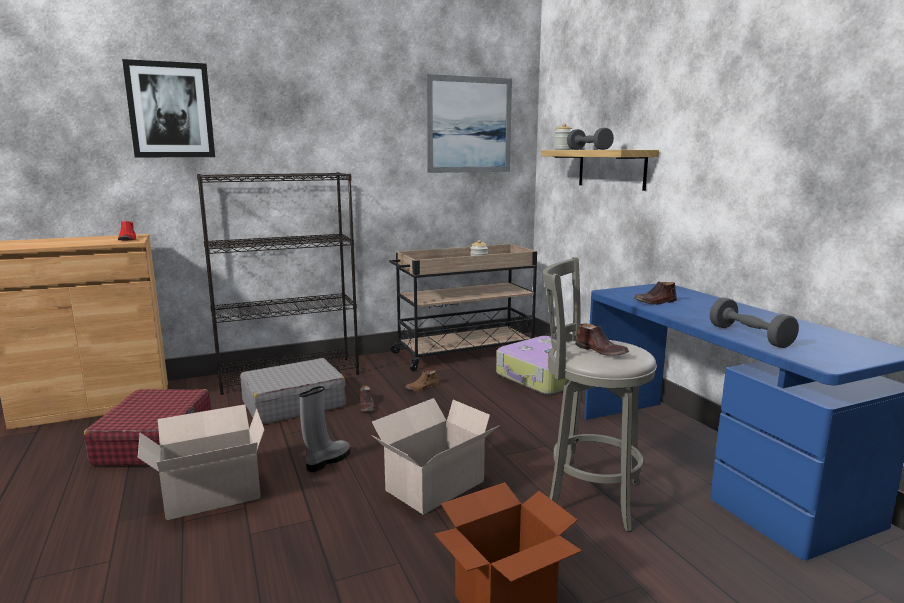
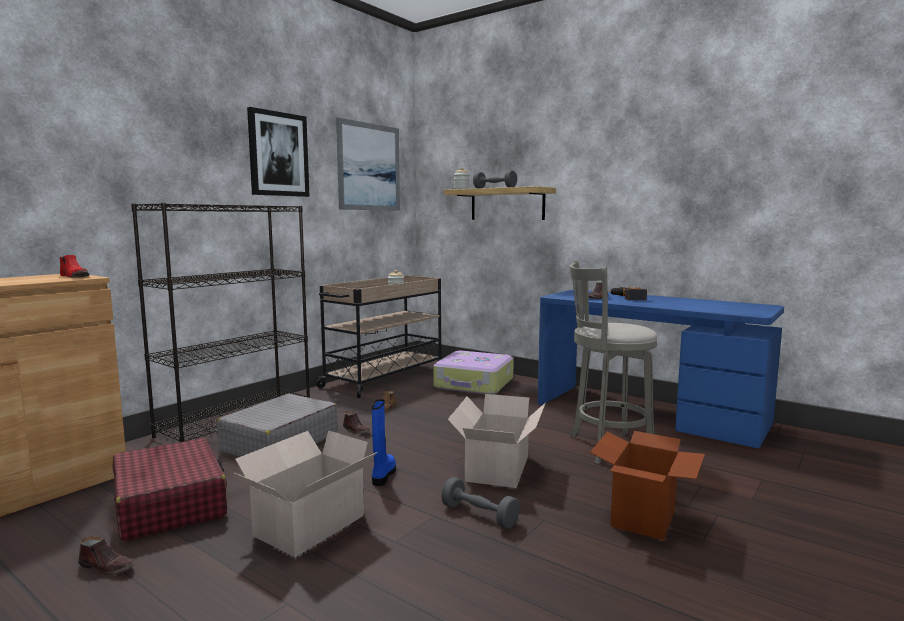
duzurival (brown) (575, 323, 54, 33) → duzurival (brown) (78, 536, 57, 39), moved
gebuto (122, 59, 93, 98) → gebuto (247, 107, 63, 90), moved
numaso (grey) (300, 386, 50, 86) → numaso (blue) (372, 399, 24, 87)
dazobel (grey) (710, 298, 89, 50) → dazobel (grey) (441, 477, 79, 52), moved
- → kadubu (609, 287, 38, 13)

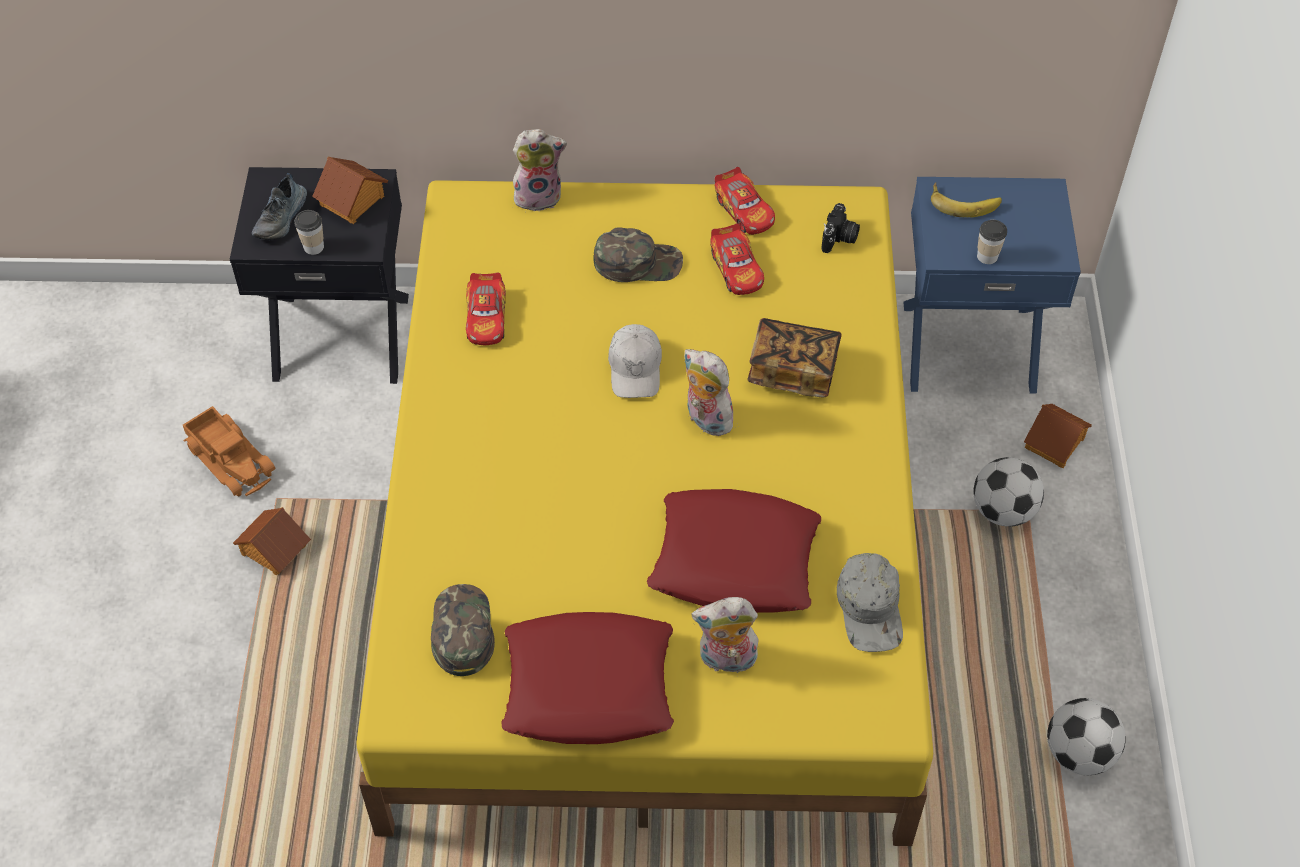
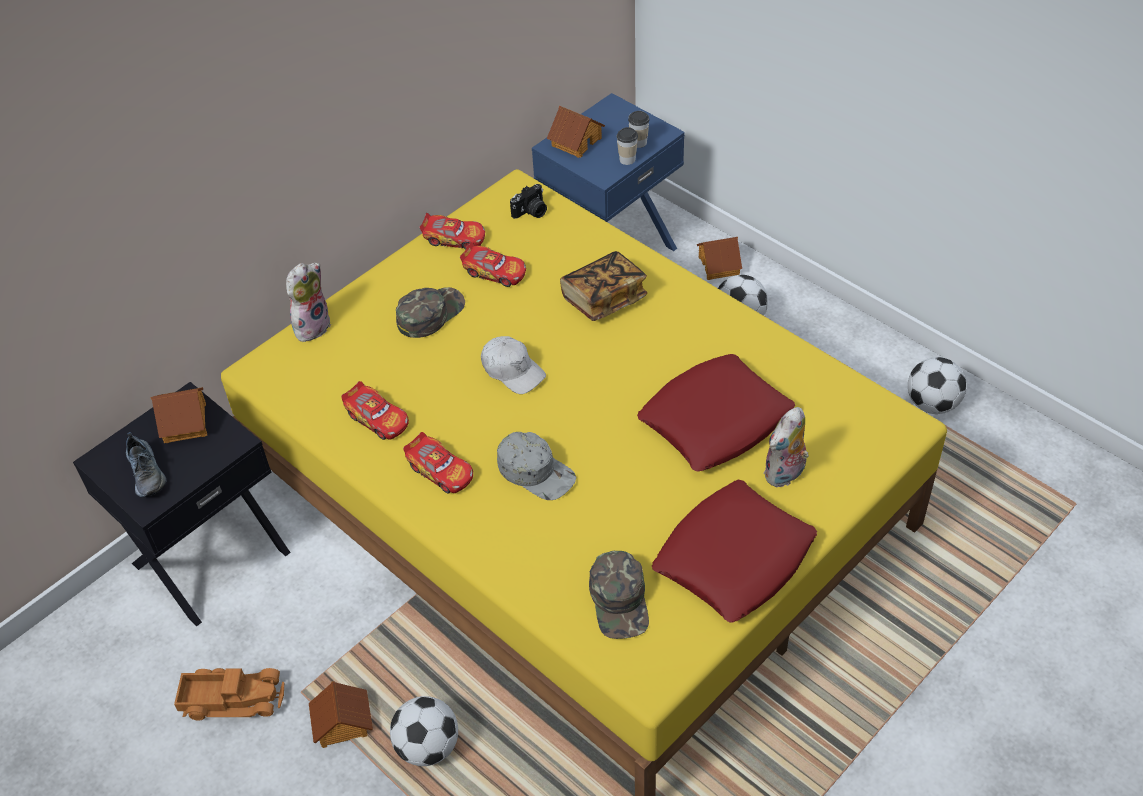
- → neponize (390, 696, 68, 70)
- → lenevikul (403, 432, 70, 61)
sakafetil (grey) (837, 553, 66, 99) → sakafetil (grey) (497, 432, 79, 68), moved
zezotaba (821, 203, 39, 50) → zezotaba (510, 184, 37, 35), 75 degrees clockwise
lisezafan (931, 182, 71, 36) → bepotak (547, 106, 58, 52)
sakafetil (green) (431, 584, 64, 92) → sakafetil (green) (589, 551, 60, 88), 135 degrees counterclockwise
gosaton (294, 210, 30, 45) → gosaton (628, 111, 22, 37), moved
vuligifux (684, 349, 51, 87) → -

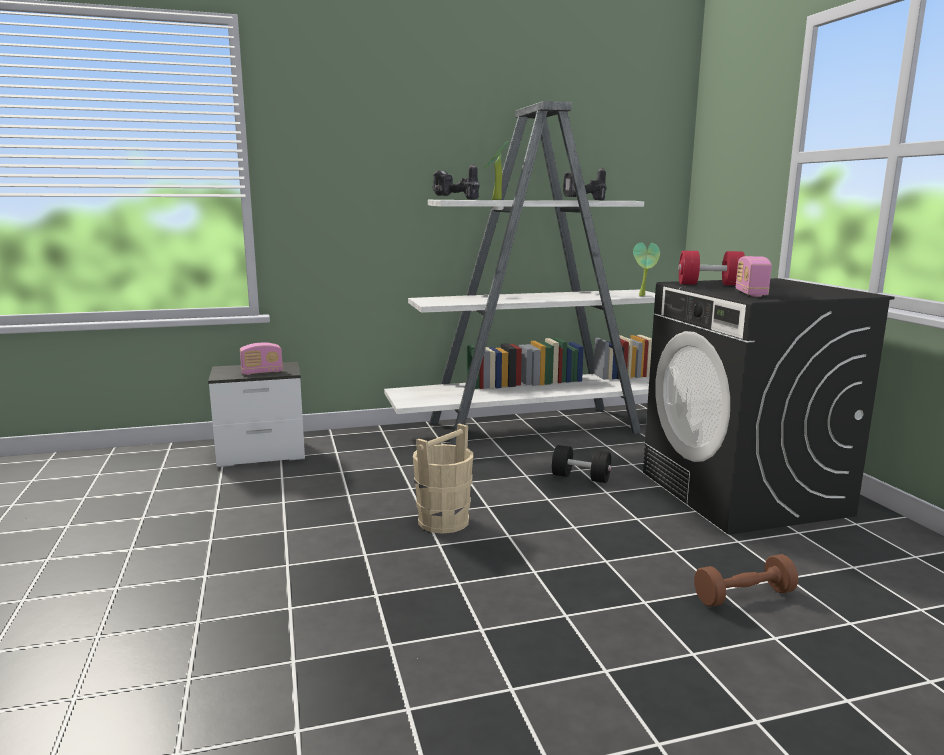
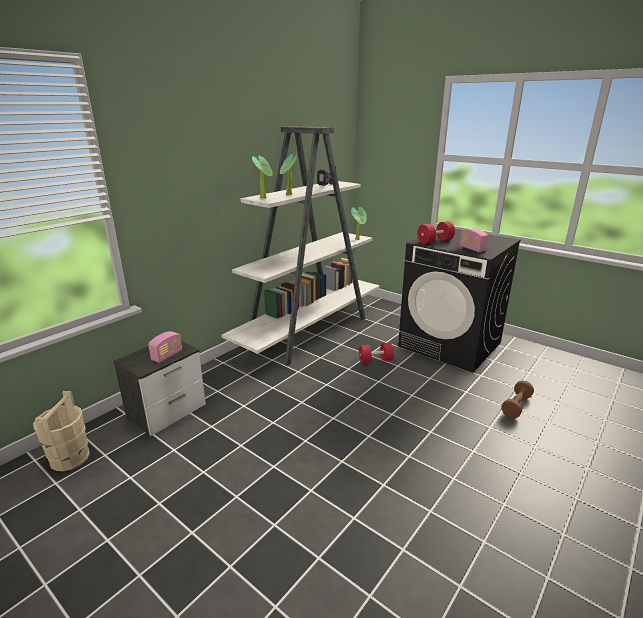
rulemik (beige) (413, 424, 60, 110) → rulemik (beige) (33, 391, 57, 80), moved
kadubu (432, 164, 48, 35) → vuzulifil (252, 156, 21, 43)
dazobel (black) (552, 445, 59, 38) → dazobel (red) (359, 342, 35, 21)

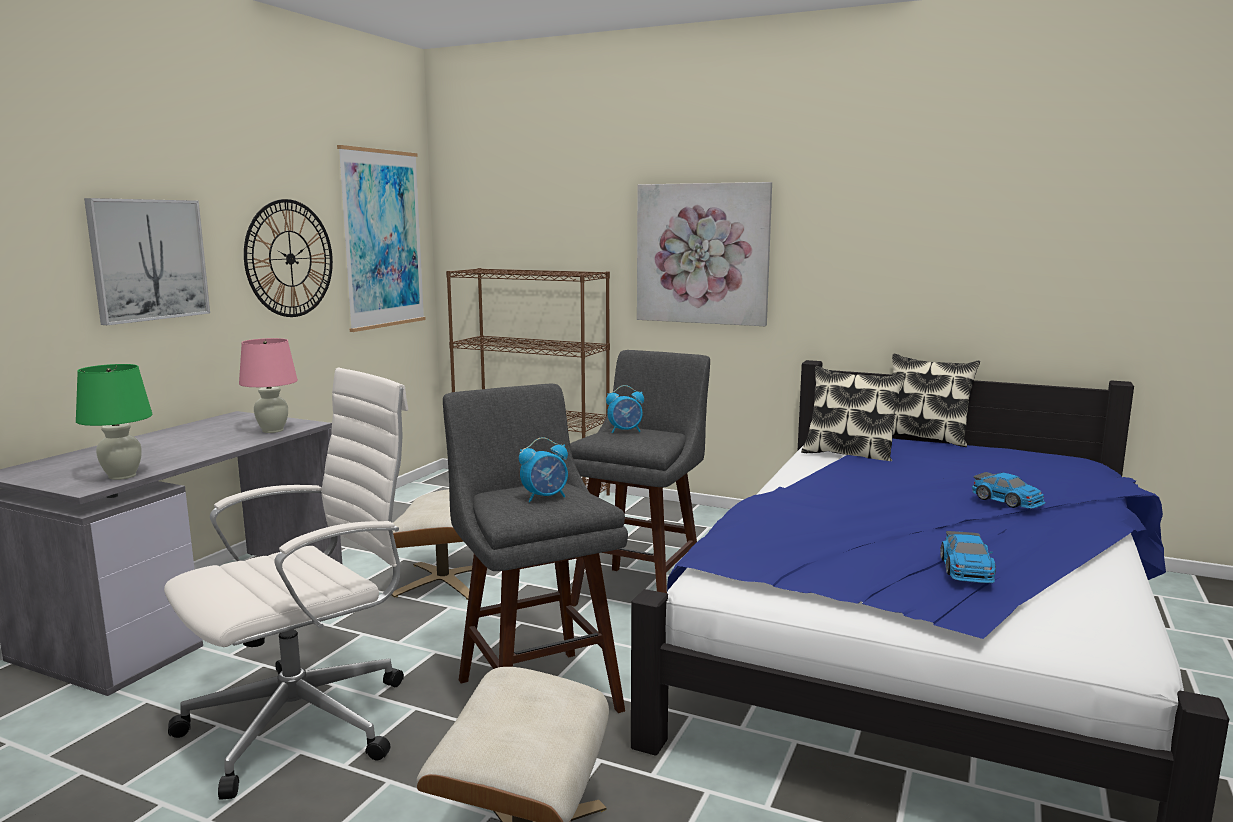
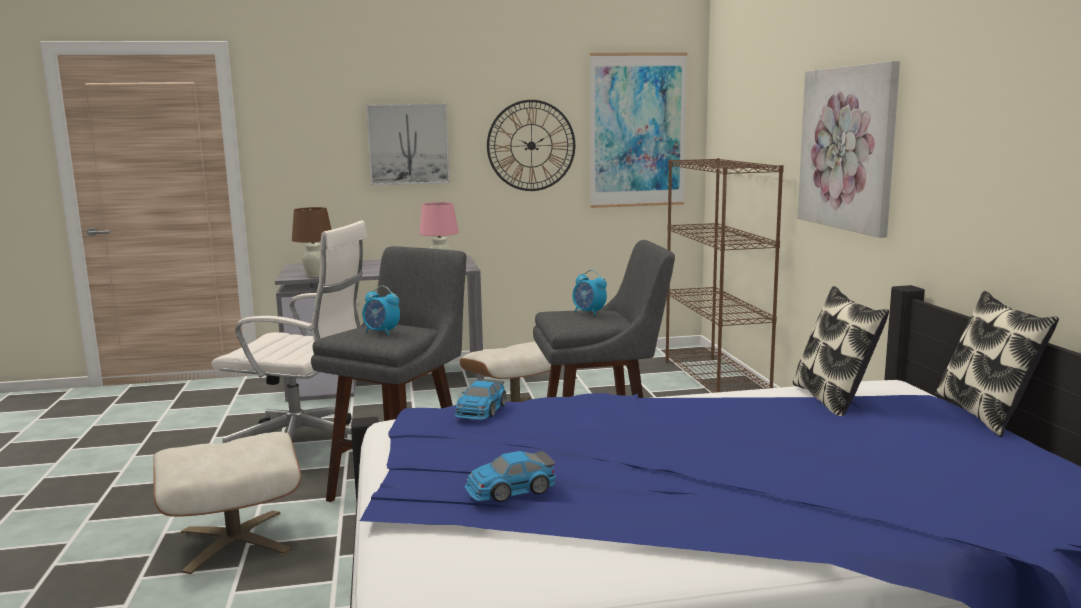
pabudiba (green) (76, 364, 76, 116) → pabudiba (brown) (292, 207, 40, 70)
lenevikul (972, 472, 74, 37) → lenevikul (455, 379, 51, 41), moved

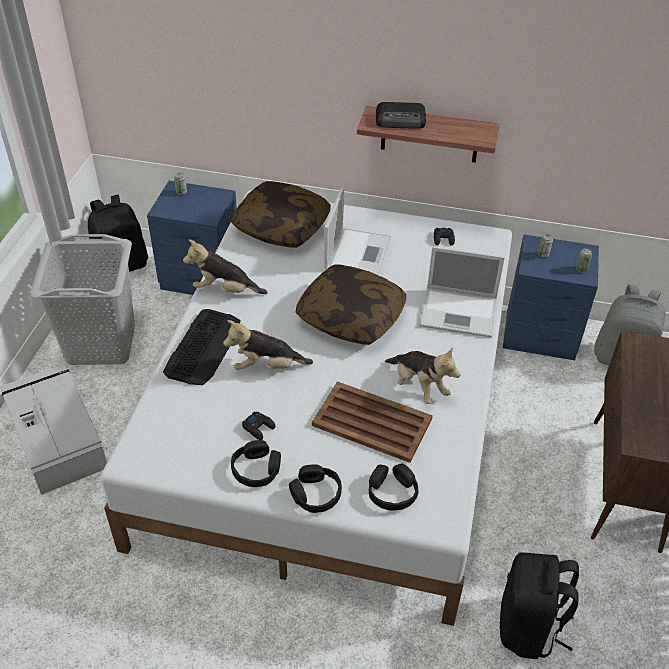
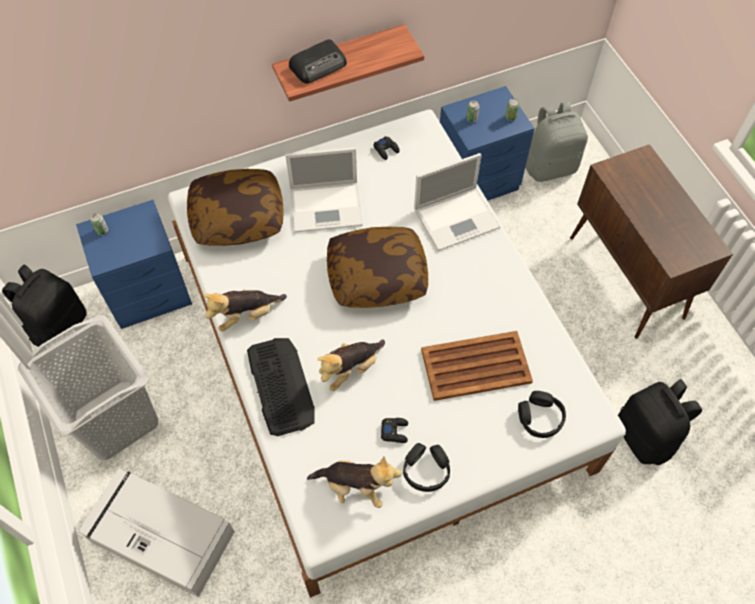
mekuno (324, 188, 67, 87) → mekuno (285, 147, 78, 86), 105 degrees clockwise
vuligifux (385, 347, 76, 57) → vuligifux (307, 456, 95, 52), moved
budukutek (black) (289, 464, 53, 49) → -

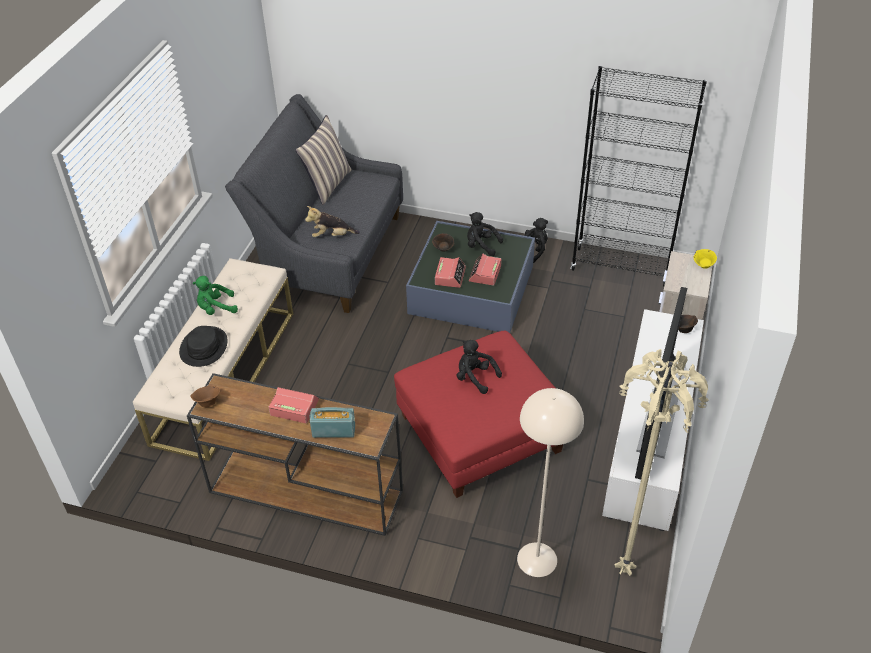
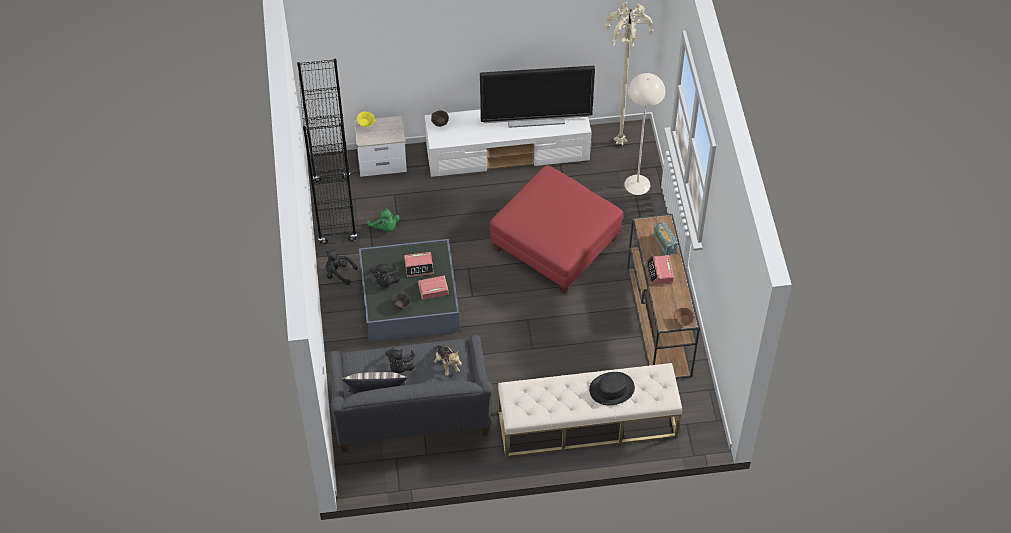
vuligifux (green) (193, 276, 45, 39) → vuligifux (green) (367, 208, 33, 24), moved
vuligifux (black) (457, 340, 45, 54) → vuligifux (black) (386, 347, 29, 26), moved

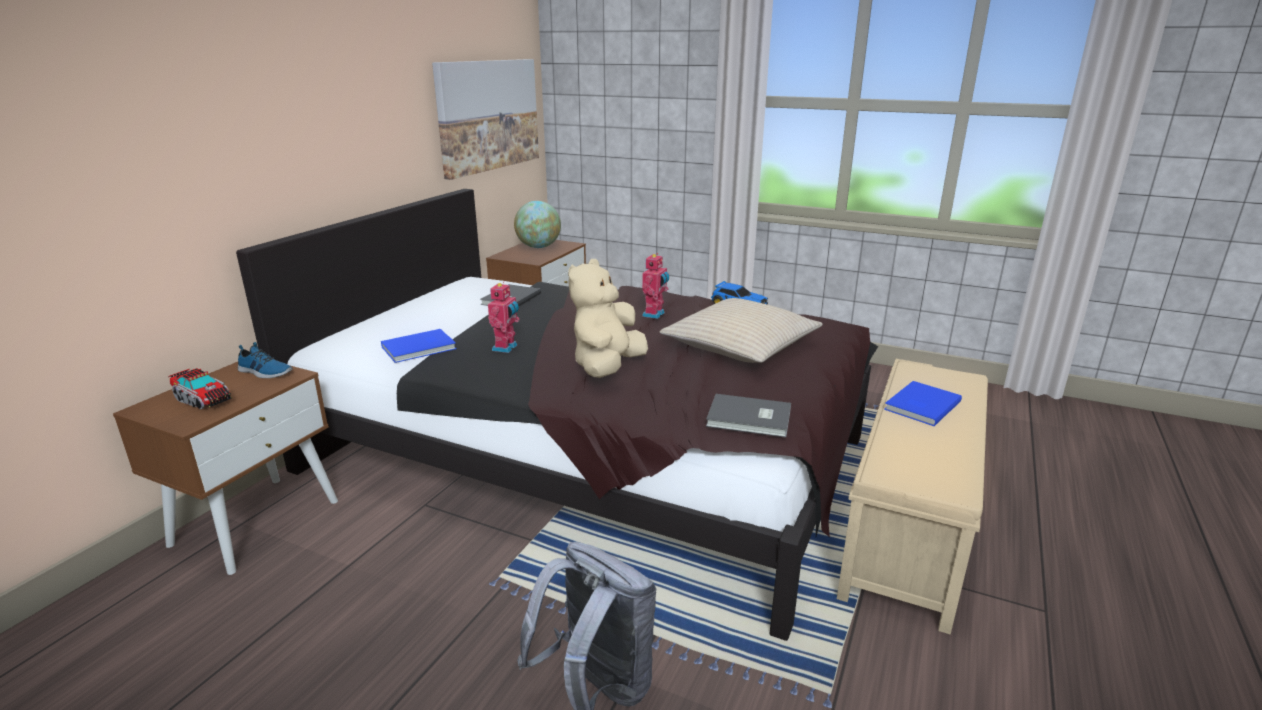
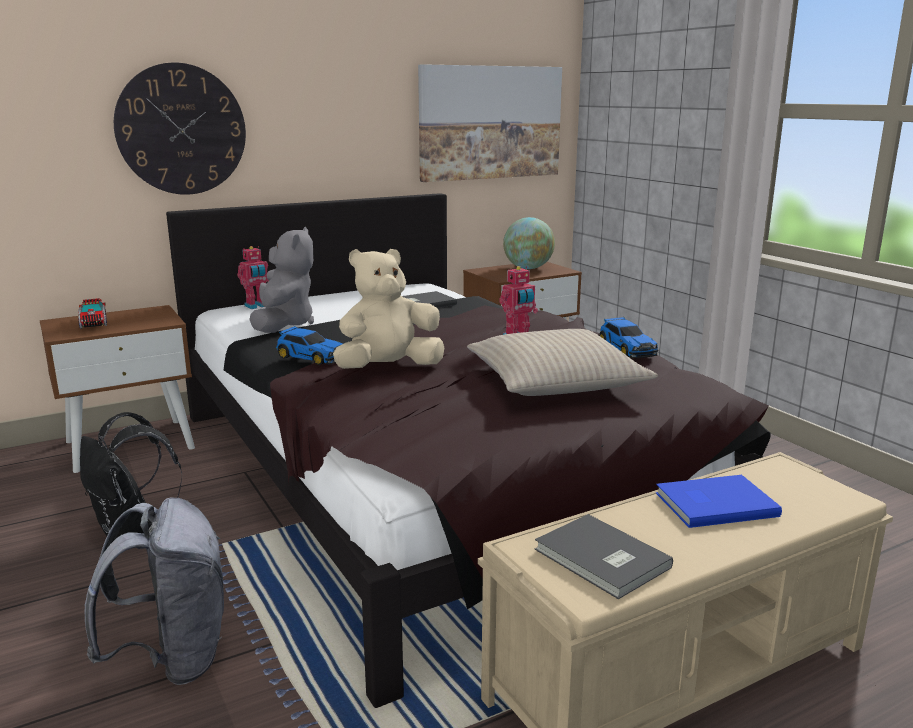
- → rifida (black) (80, 412, 103, 126)
- → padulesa (114, 63, 132, 132)
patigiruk (488, 281, 32, 72) → patigiruk (237, 246, 32, 63), moved
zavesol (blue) (381, 329, 76, 34) → vuligifux (grey) (249, 227, 65, 106)
- → lenevikul (276, 326, 67, 39)
zavesol (grey) (706, 394, 85, 44) → zavesol (grey) (535, 514, 138, 85), moved
duzurival (238, 342, 55, 36) → -

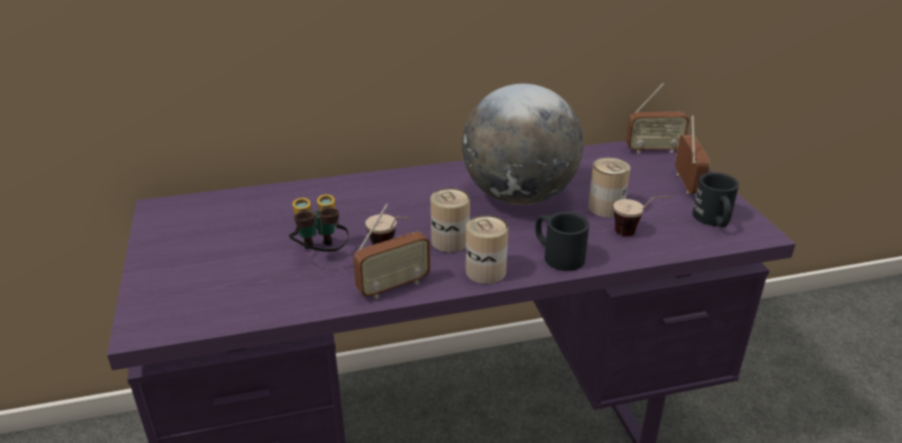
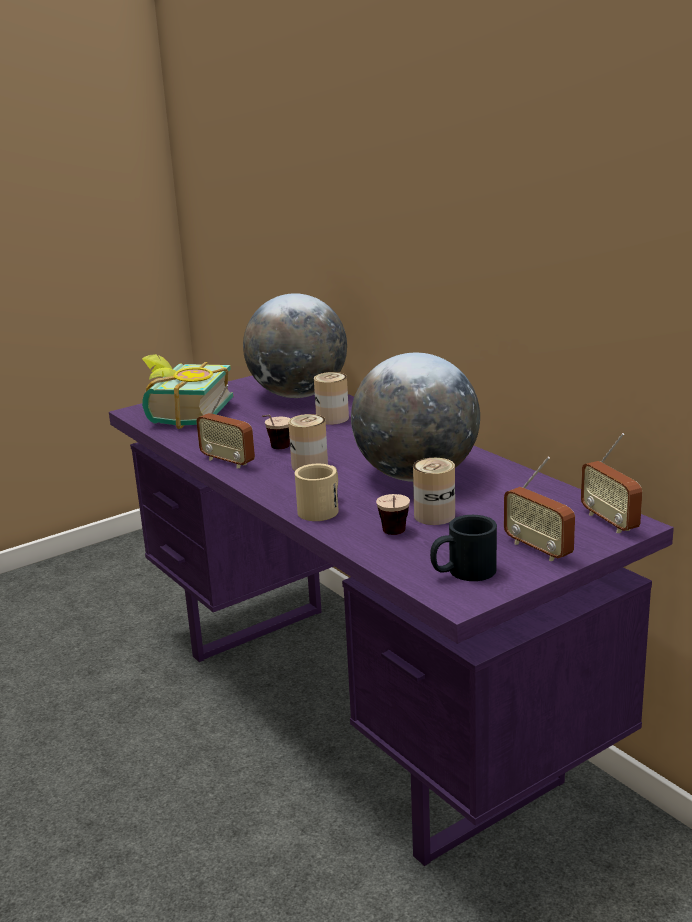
- → zavesol (142, 354, 91, 75)
- → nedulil (243, 293, 104, 105)
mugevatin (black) (535, 212, 54, 59) → mugevatin (beige) (295, 464, 44, 57)
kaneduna (466, 215, 42, 69) → kaneduna (314, 372, 35, 53), moved
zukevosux (675, 115, 35, 79) → zukevosux (504, 457, 71, 104), 75 degrees clockwise
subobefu (289, 194, 60, 58) → -

